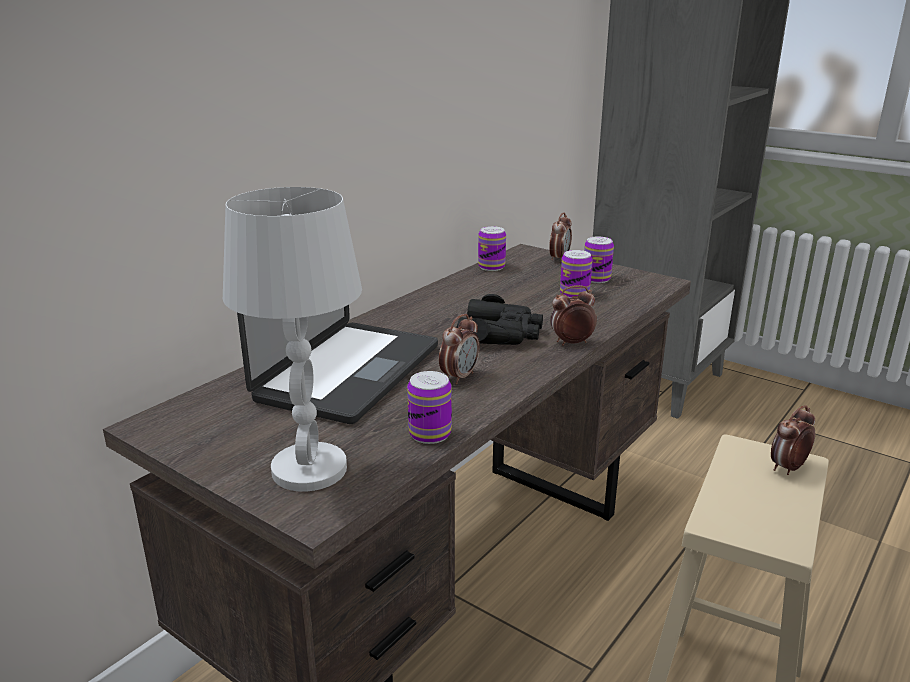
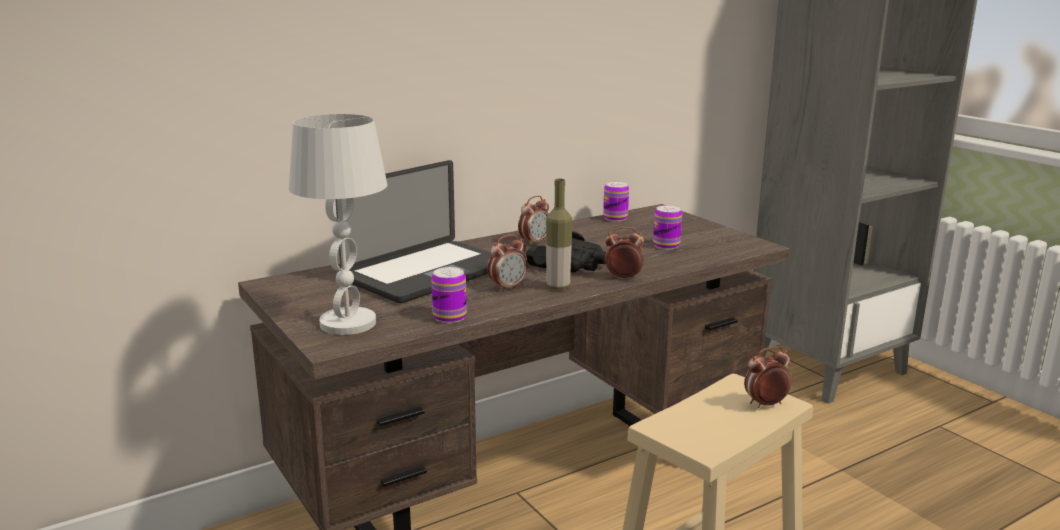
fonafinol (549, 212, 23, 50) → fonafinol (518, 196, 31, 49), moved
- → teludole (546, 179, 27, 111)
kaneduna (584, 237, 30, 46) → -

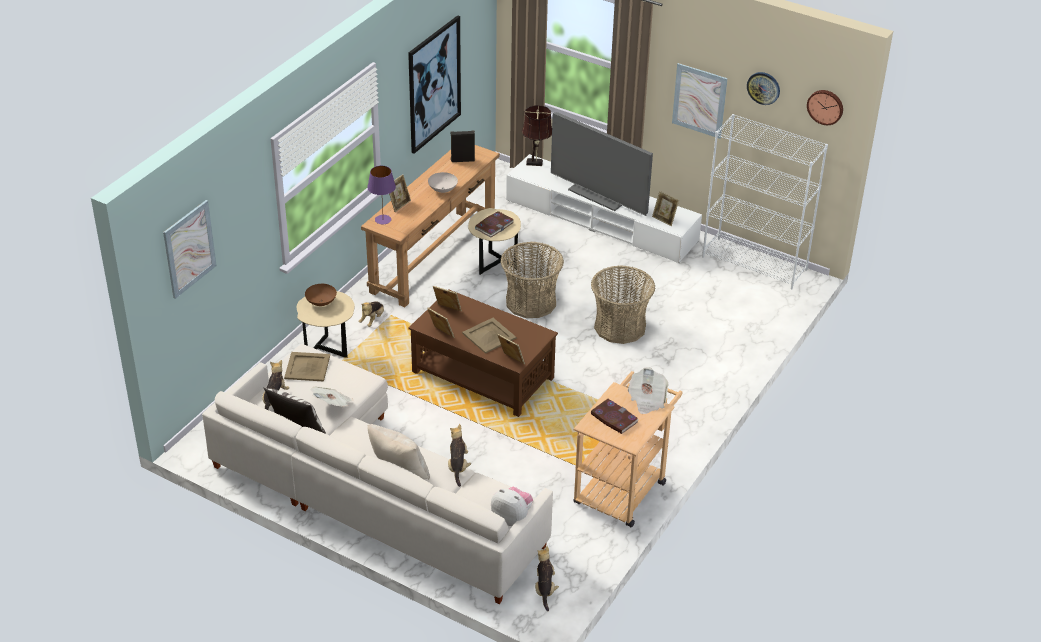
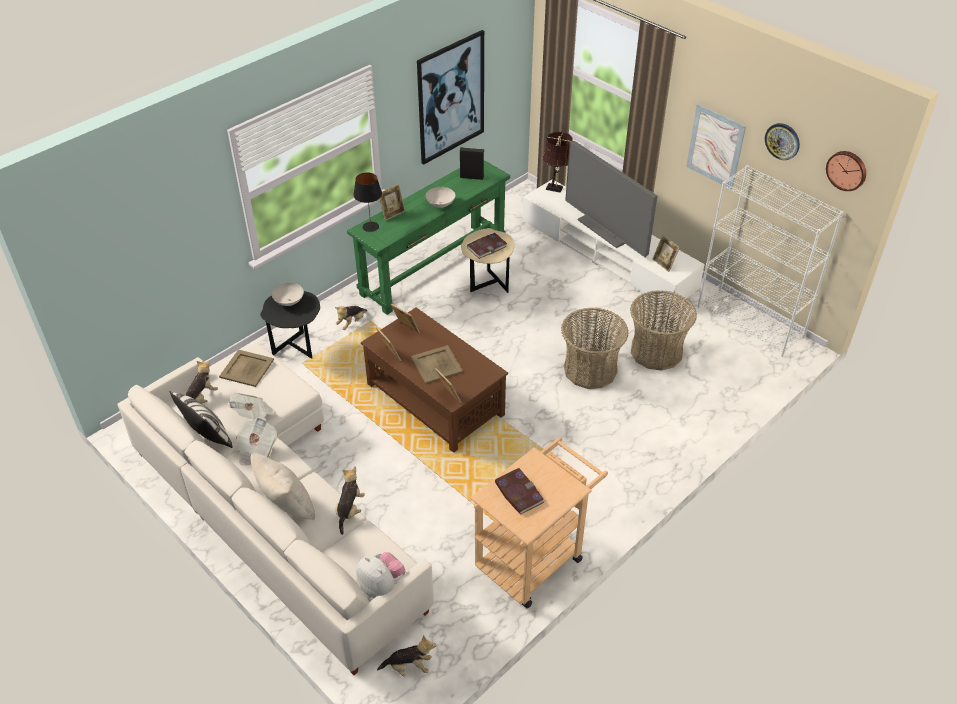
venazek (628, 367, 41, 47) → venazek (236, 417, 41, 48), moved
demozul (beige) (296, 291, 59, 67) → demozul (black) (260, 291, 60, 67)
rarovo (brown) (305, 284, 32, 22) → rarovo (white) (272, 283, 32, 23)
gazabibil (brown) (361, 145, 139, 162) → gazabibil (green) (347, 160, 163, 155)
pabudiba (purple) (367, 166, 29, 58) → pabudiba (black) (353, 172, 29, 60)
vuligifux (535, 546, 24, 65) → vuligifux (377, 635, 59, 41), 75 degrees clockwise
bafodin (500, 242, 64, 76) → bafodin (630, 290, 67, 81), moved
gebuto (163, 200, 54, 99) → -

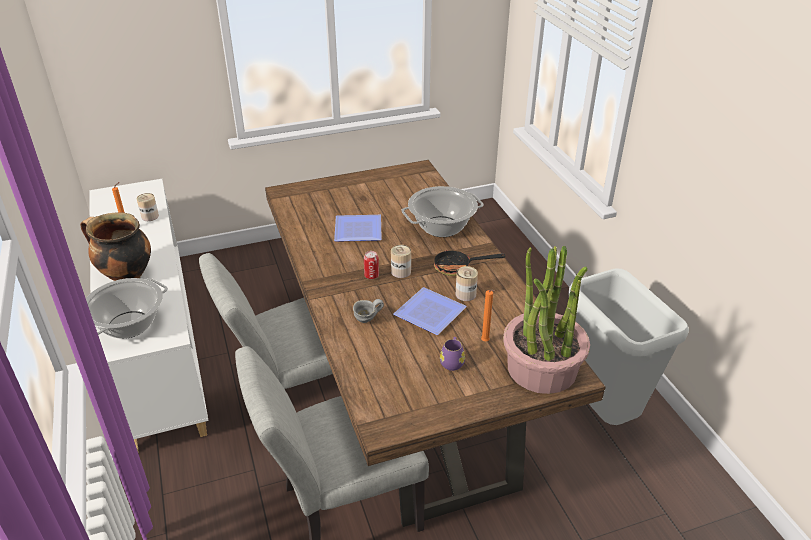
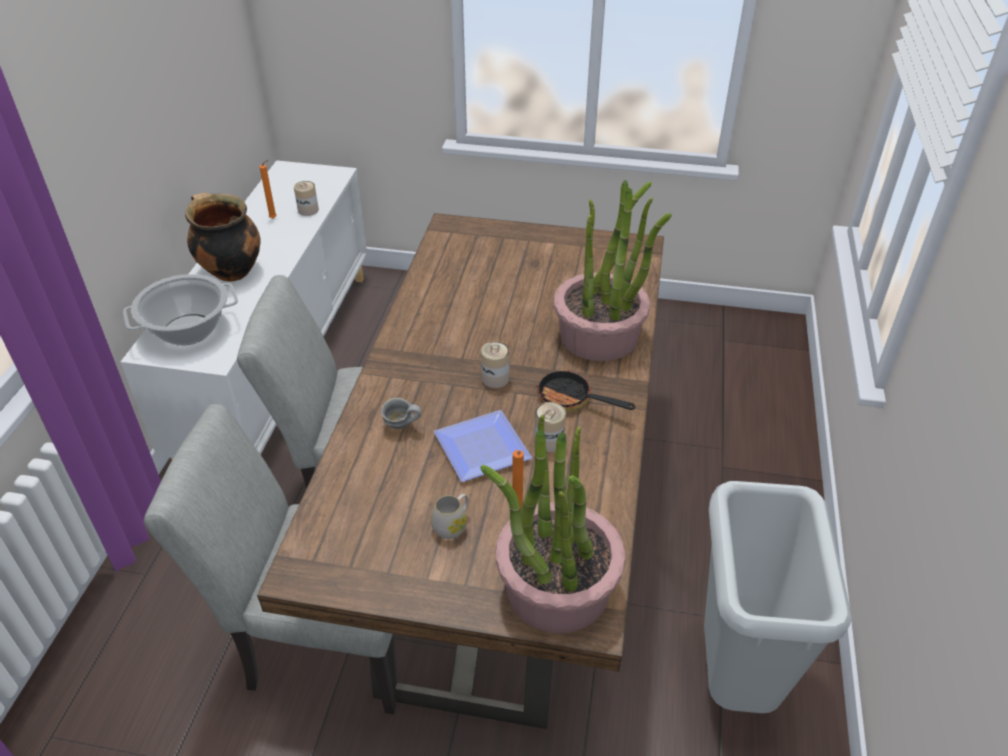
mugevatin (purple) (440, 337, 25, 34) → mugevatin (white) (431, 494, 38, 45)
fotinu (401, 186, 83, 51) → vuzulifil (553, 180, 119, 181)
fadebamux (334, 215, 48, 27) → -
kaneduna (364, 251, 15, 28) → -

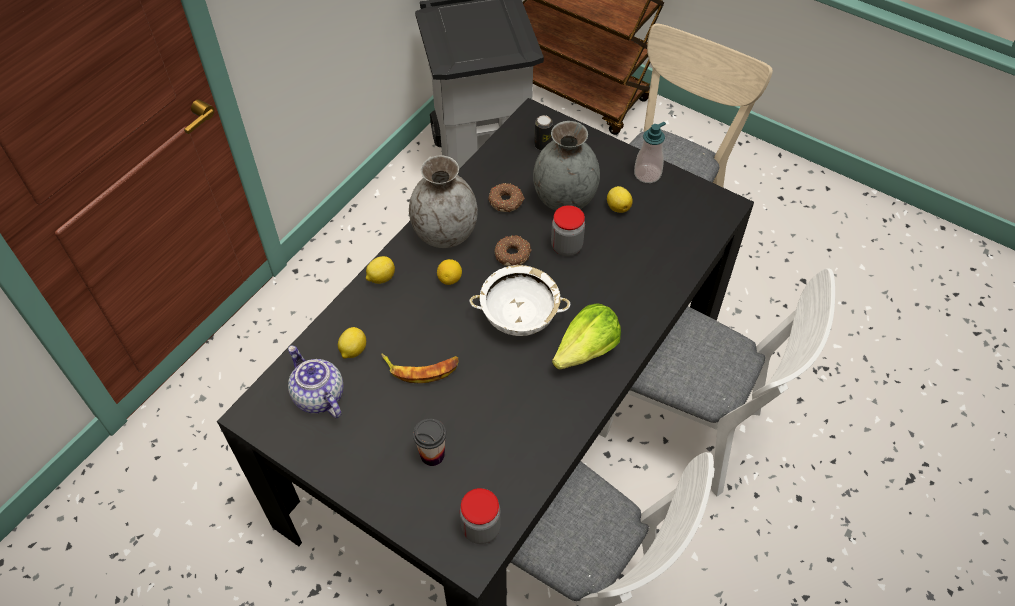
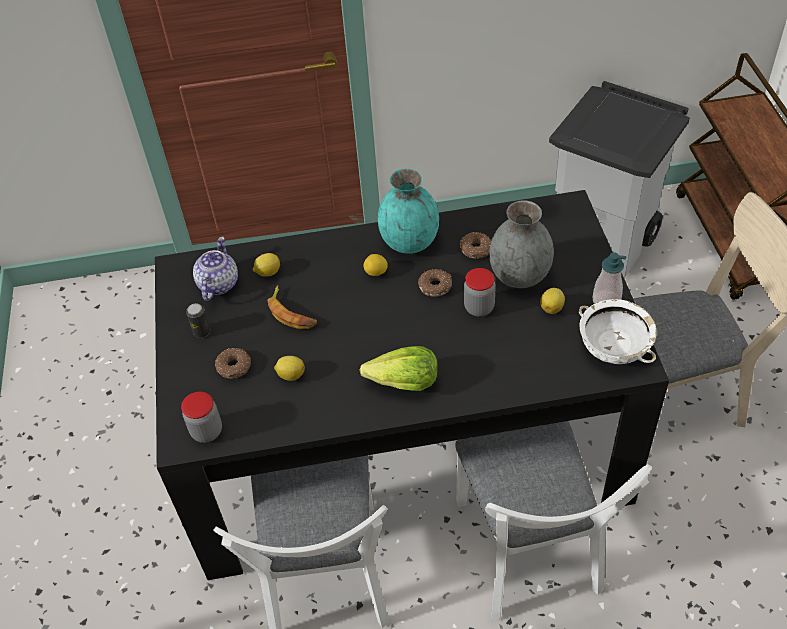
kaneduna (534, 115, 19, 35) → kaneduna (186, 303, 25, 35), moved
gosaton (413, 419, 33, 47) → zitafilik (215, 348, 36, 31)
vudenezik (366, 256, 29, 28) → vudenezik (274, 356, 31, 25), moved
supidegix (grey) (409, 156, 69, 92) → supidegix (turquoise) (378, 168, 61, 86)
rarovo (white) (470, 265, 100, 71) → rarovo (white) (579, 299, 78, 65), moved

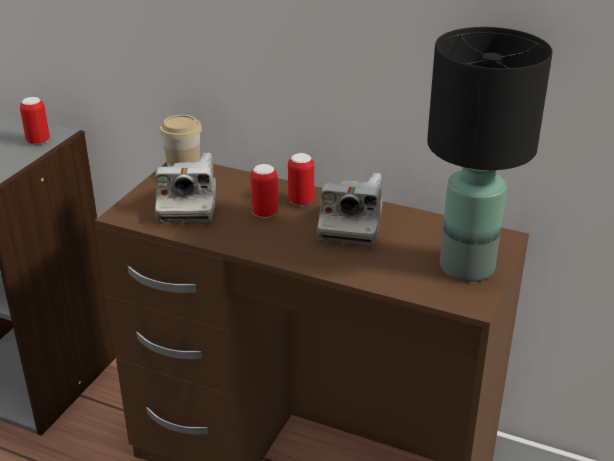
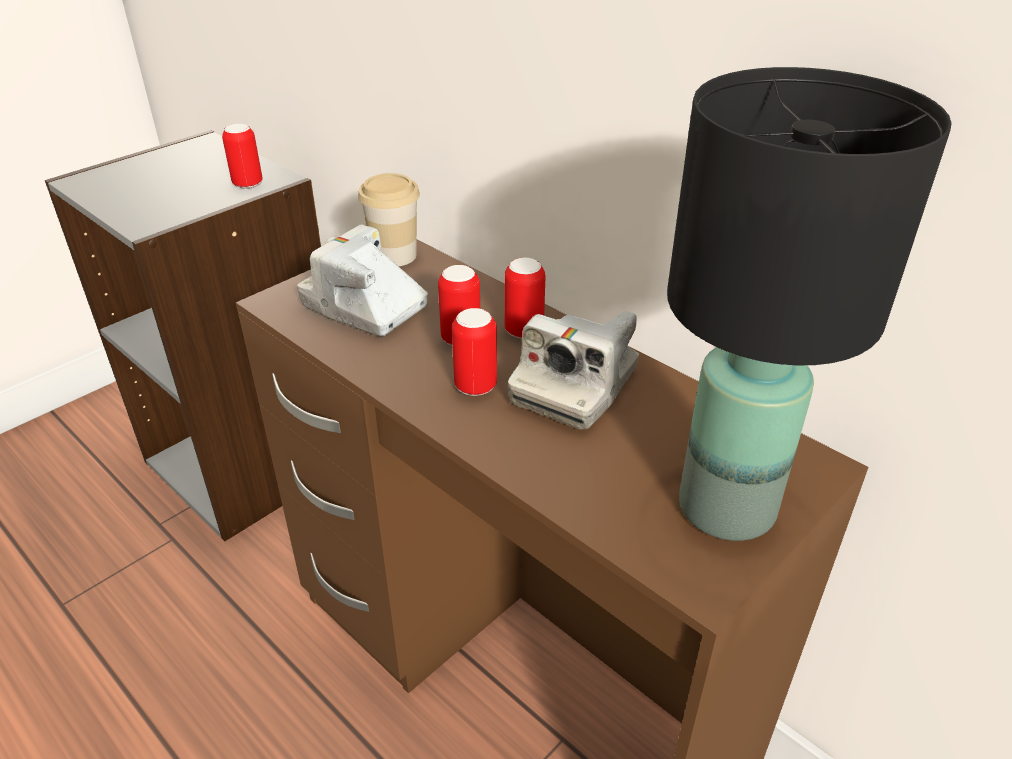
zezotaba (155, 153, 61, 71) → zezotaba (297, 225, 131, 111), 105 degrees clockwise
- → kaneduna (452, 308, 45, 88)

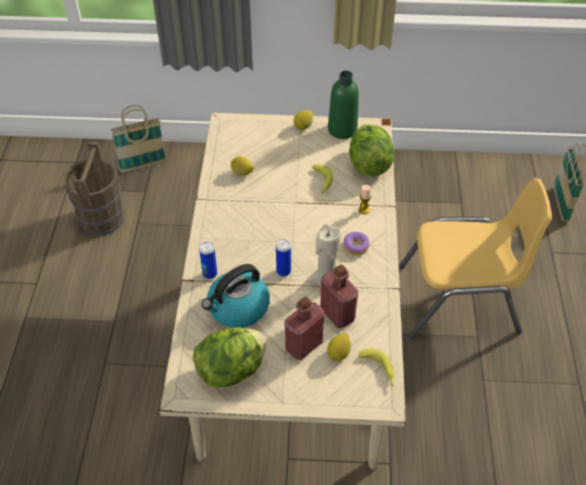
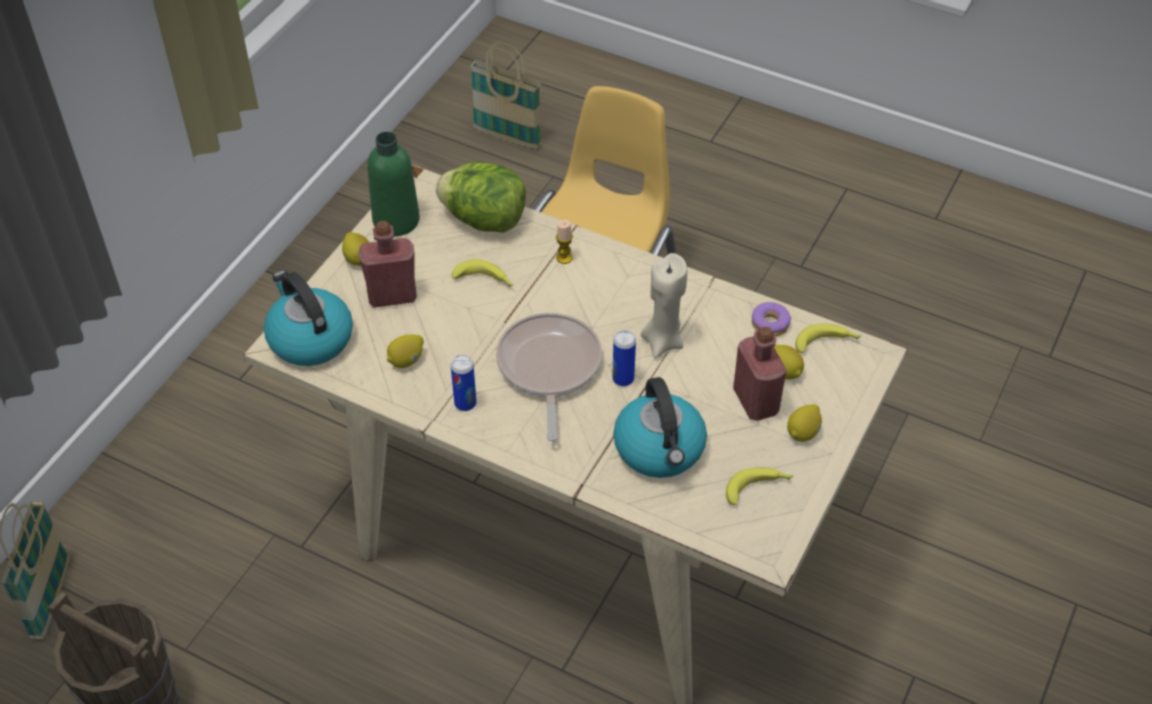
- → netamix (264, 270, 89, 96)
teludole (red) (320, 265, 38, 63) → teludole (red) (358, 221, 59, 87), moved
kaneduna (199, 242, 18, 37) → kaneduna (451, 355, 25, 56), moved
- → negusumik (496, 313, 106, 129)
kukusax (193, 327, 73, 61) → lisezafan (726, 467, 68, 38)
zitafilik (343, 232, 26, 23) → zitafilik (752, 302, 39, 35), moved
- → vudenezik (787, 404, 35, 38)

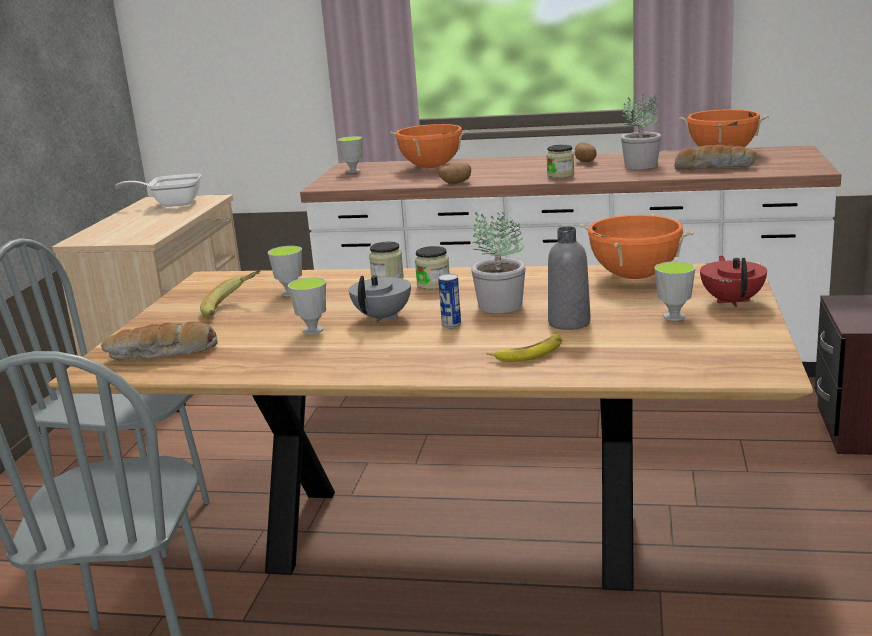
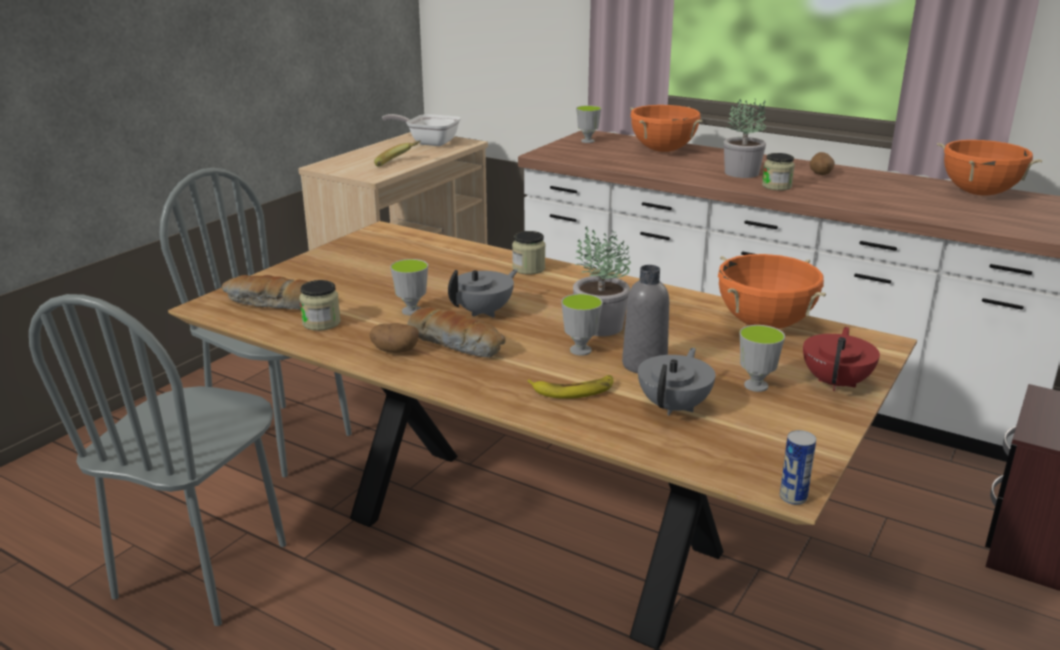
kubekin (415, 246, 35, 44) → kubekin (299, 280, 42, 51), moved
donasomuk (438, 163, 33, 21) → donasomuk (369, 323, 50, 30), moved
lisezafan (200, 270, 60, 48) → lisezafan (374, 141, 47, 25), moved
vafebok (674, 145, 82, 25) → vafebok (407, 307, 99, 51), moved
gosaton (268, 246, 34, 50) → gosaton (561, 293, 42, 63), moved
- → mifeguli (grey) (638, 348, 77, 68)
vuzulifil (621, 94, 40, 75) → vuzulifil (724, 98, 42, 80), moved
kaneduna (438, 274, 23, 54) → kaneduna (780, 430, 36, 75), moved

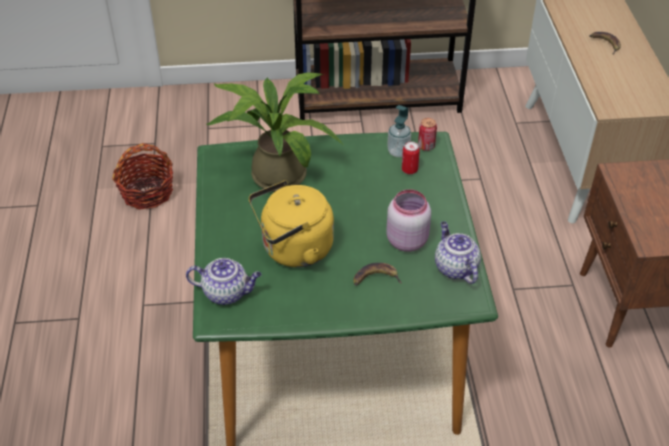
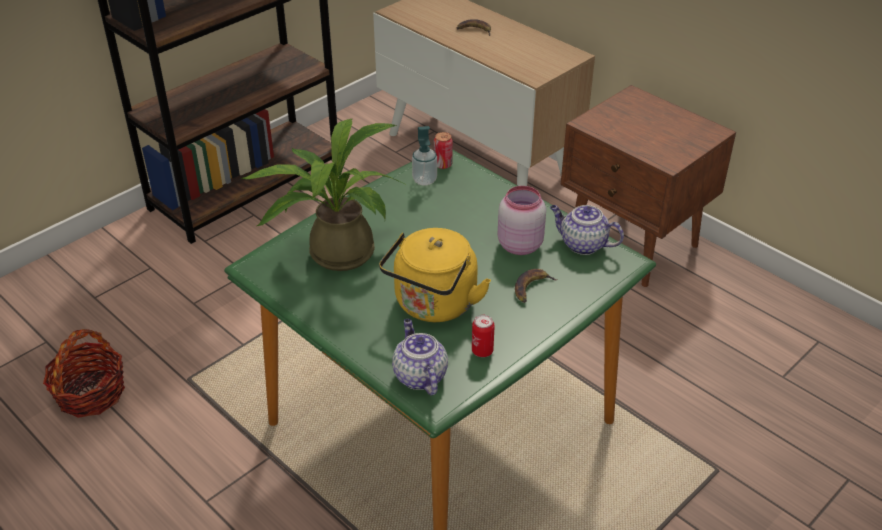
mifeguli (186, 258, 76, 47) → mifeguli (392, 319, 56, 76), 75 degrees counterclockwise
kaneduna (402, 142, 18, 32) → kaneduna (472, 315, 23, 42), moved

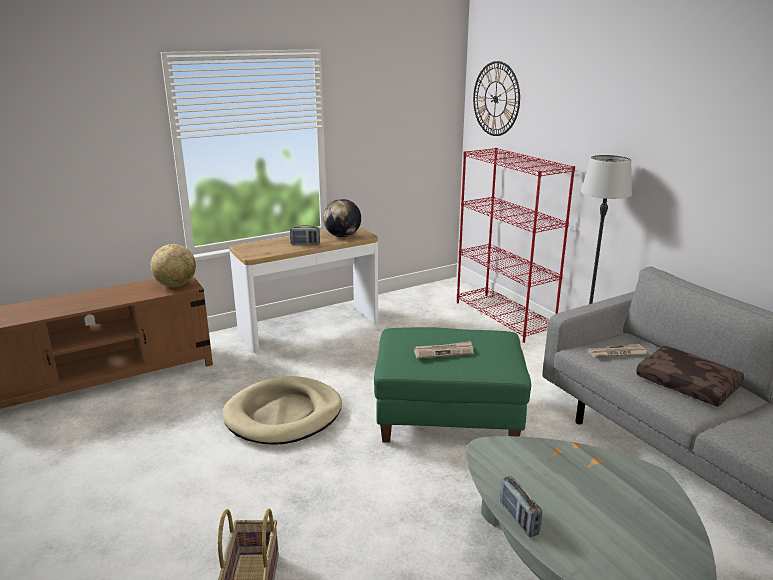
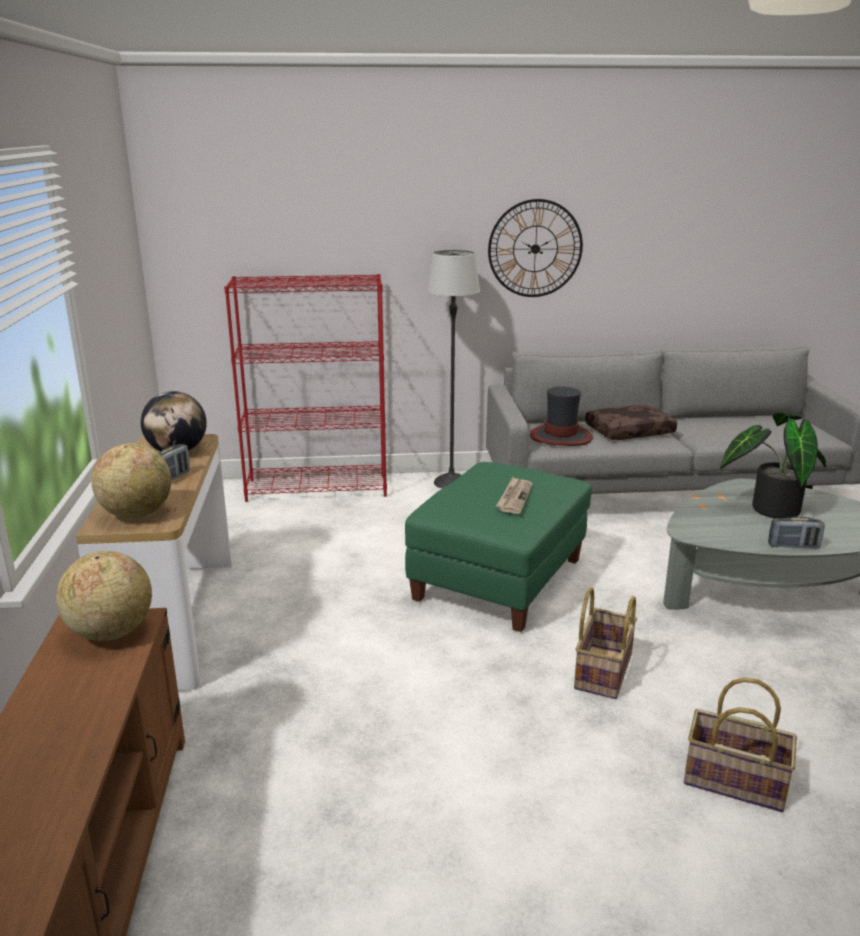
- → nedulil (91, 443, 80, 76)
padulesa (473, 61, 47, 75) → padulesa (488, 199, 95, 98), moved
venazek (587, 344, 60, 14) → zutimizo (530, 387, 63, 59)
- → bafodin (574, 587, 63, 112)
- → vuzulifil (720, 412, 106, 107)
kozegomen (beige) (223, 376, 119, 69) → -

